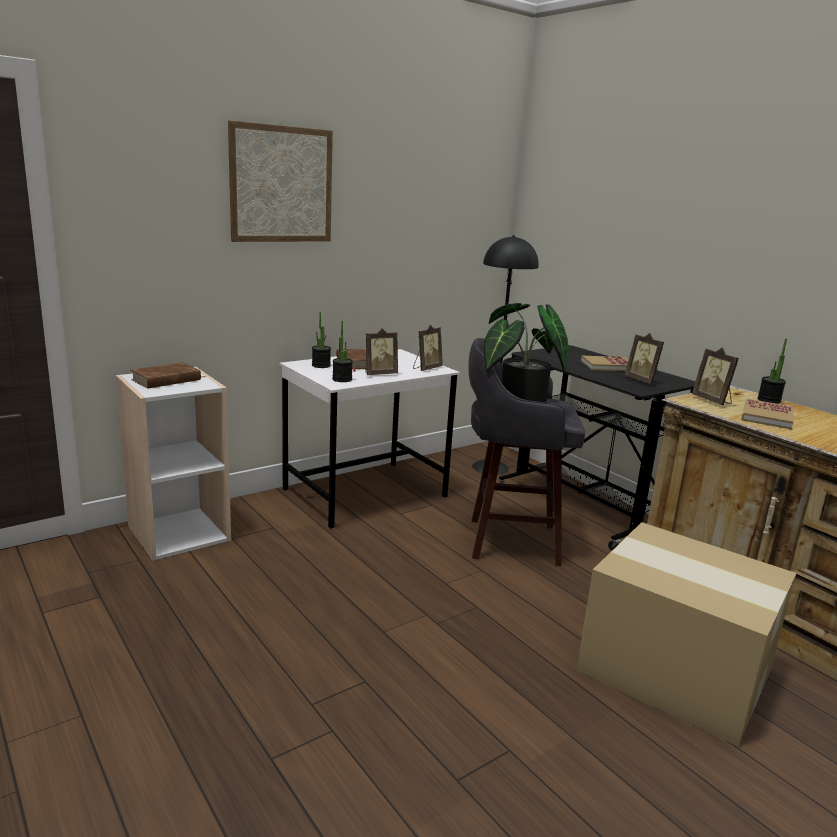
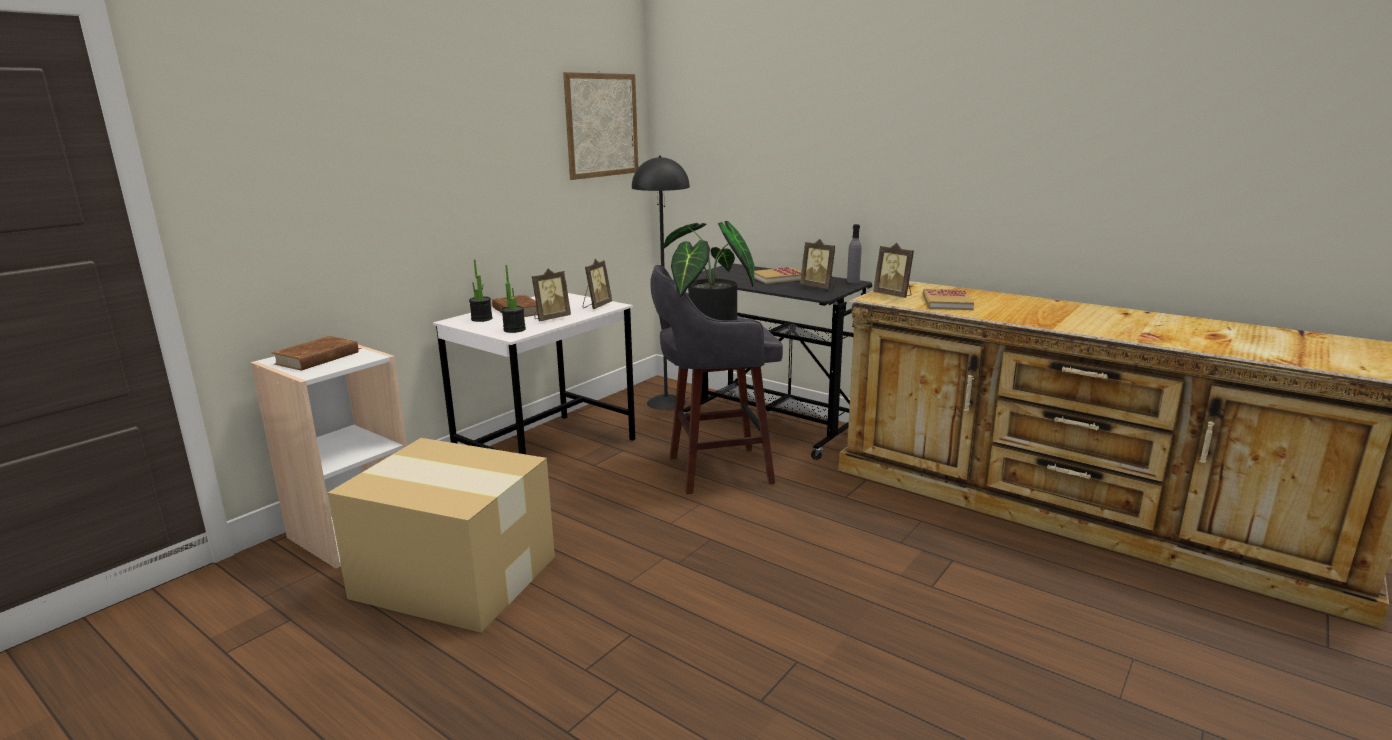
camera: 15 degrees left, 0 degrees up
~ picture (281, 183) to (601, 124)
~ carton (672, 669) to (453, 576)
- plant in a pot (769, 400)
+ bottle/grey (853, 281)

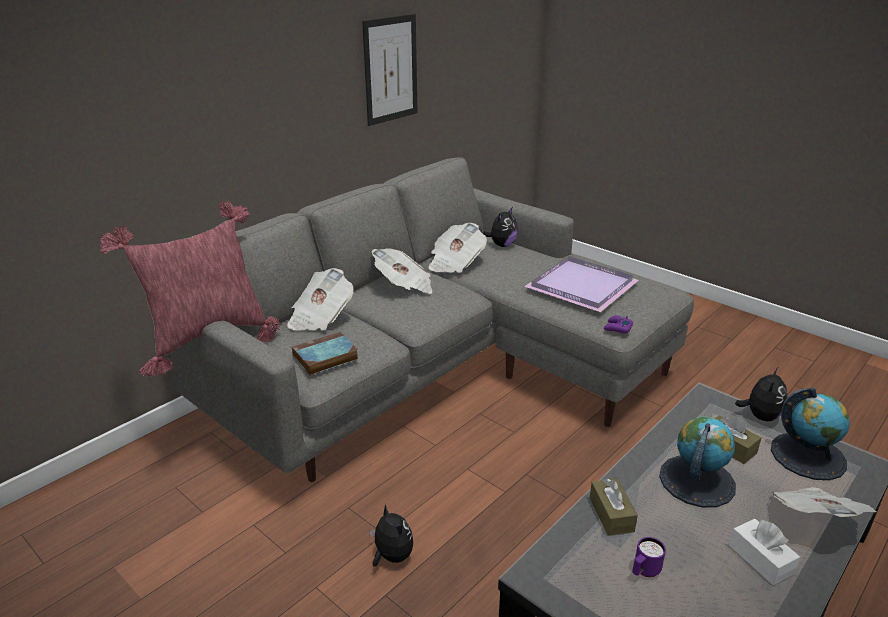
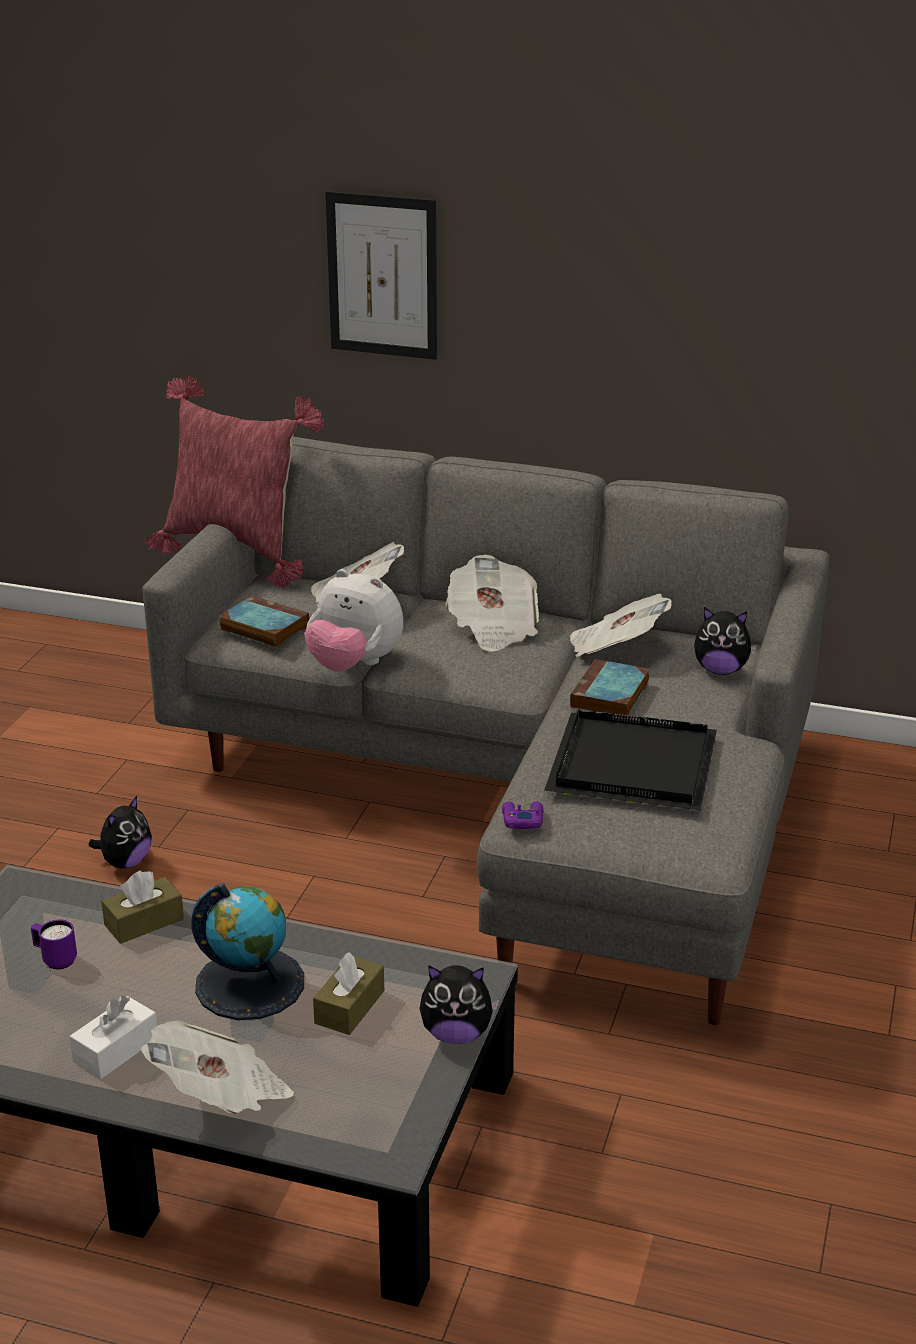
camera: 65 degrees right, 0 degrees up
~ picture (390, 69) to (382, 275)
~ serving tray/purple (582, 288) to serving tray/black (629, 766)
- globe (808, 455)
+ soft toy (354, 665)
+ bound book (610, 696)

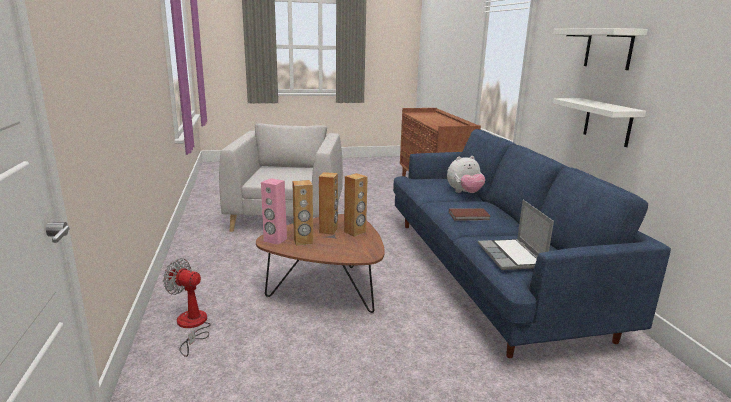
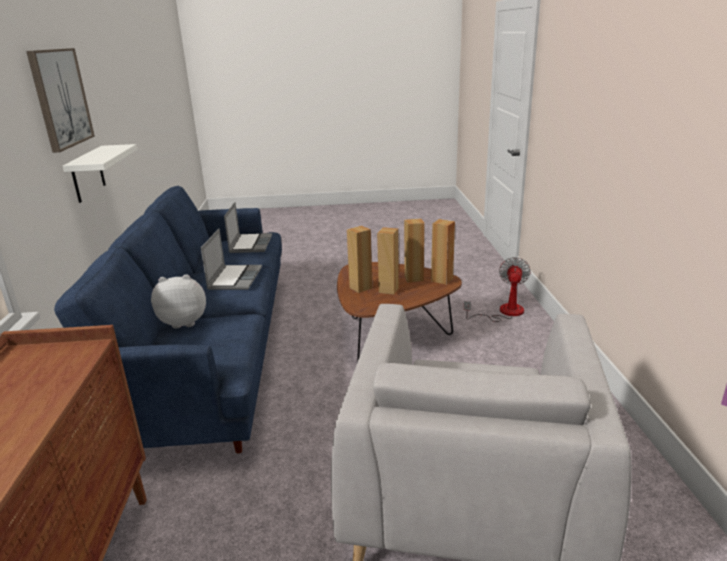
camera: 170 degrees left, 5 degrees up
~ electric fan (192, 326) = (504, 312) 105 degrees counterclockwise
~ audio speaker/pinkish (275, 240) to audio speaker/brownish (442, 280)
~ bound book/brownish (469, 216) to laptop (234, 278)
~ bracket shelf/white-coloured (608, 48) to picture (60, 98)

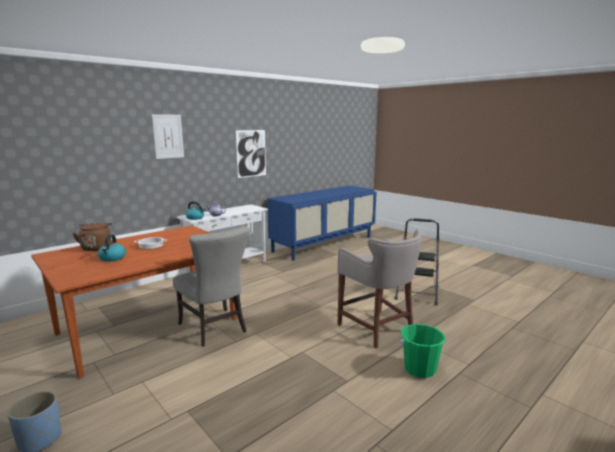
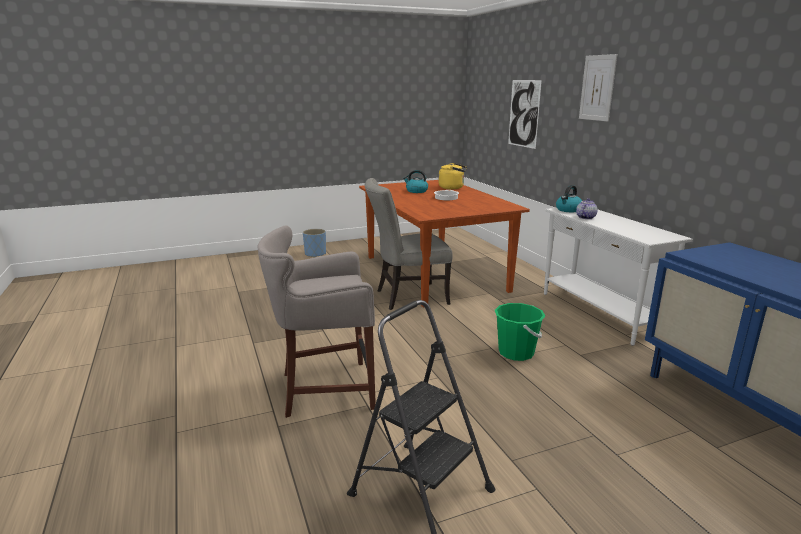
camera: 110 degrees right, 5 degrees up
~ kettle/brownish (96, 247) to kettle/yellowish (453, 188)
~ picture (251, 153) to (524, 113)
~ bucket/greenish (419, 369) to (516, 353)

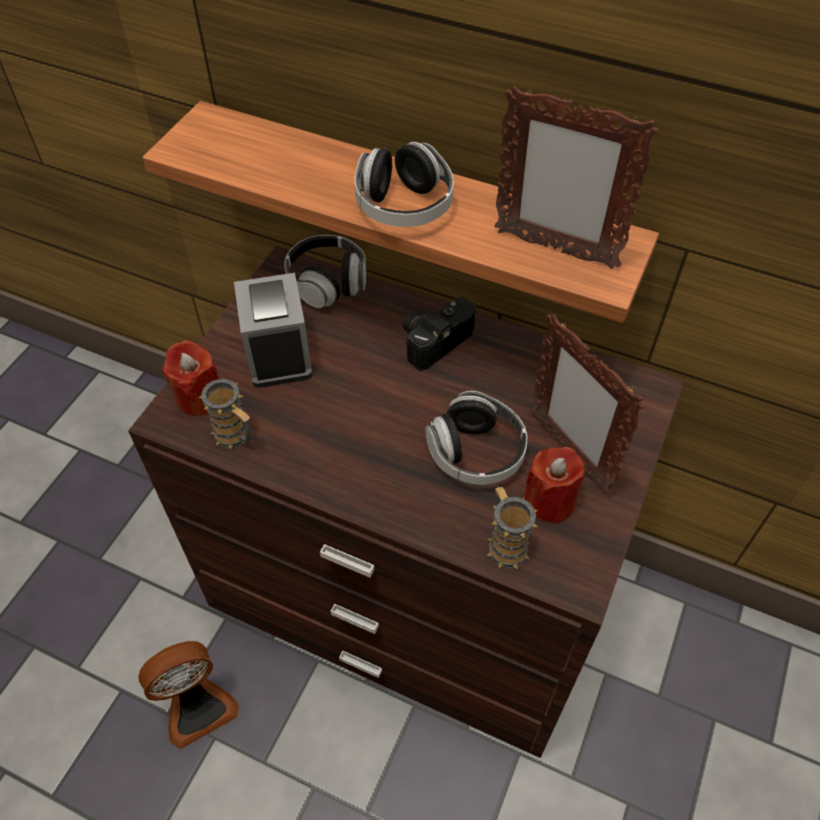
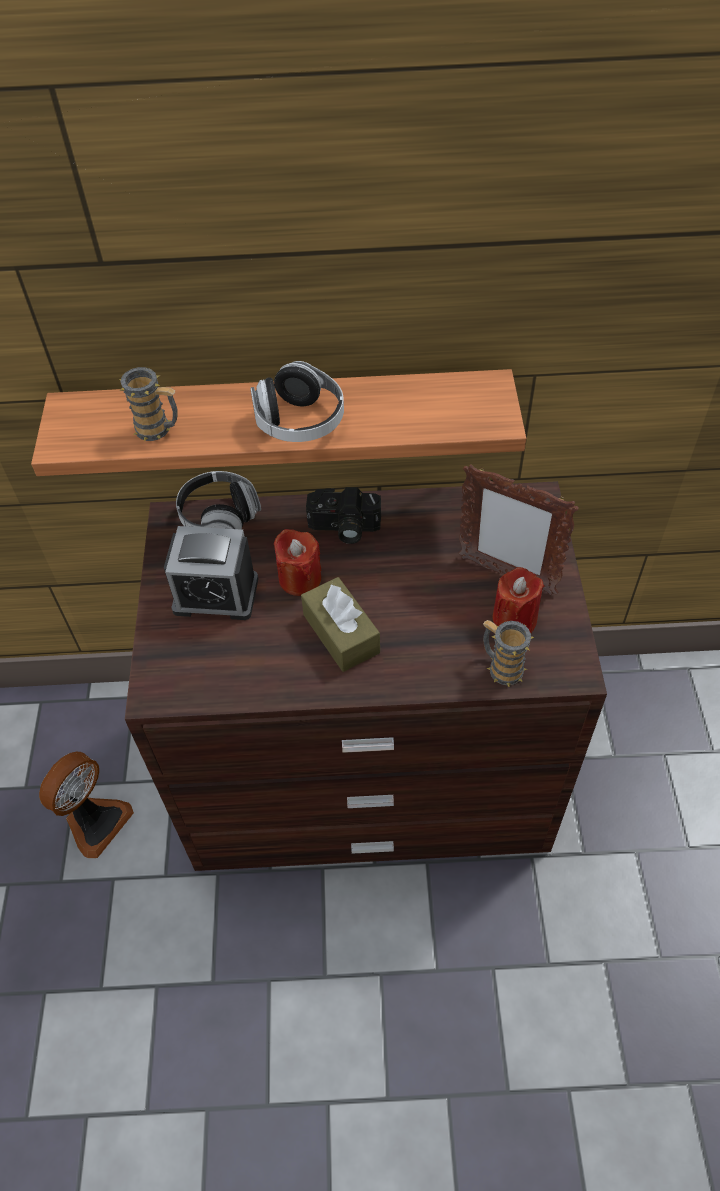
camera: 25 degrees left, 0 degrees up
~ electric fan (197, 706) to (95, 821)
~ wax light/reddish (199, 397) to (300, 579)
~ coffee mug (236, 437) to (158, 430)
~ table clock (278, 352) = (216, 595) 135 degrees clockwise
~ still camera (434, 339) = (343, 528) 105 degrees counterclockwise
- headset (476, 453)
- picture frame (554, 249)
+ tissue holder/brownish (341, 633)

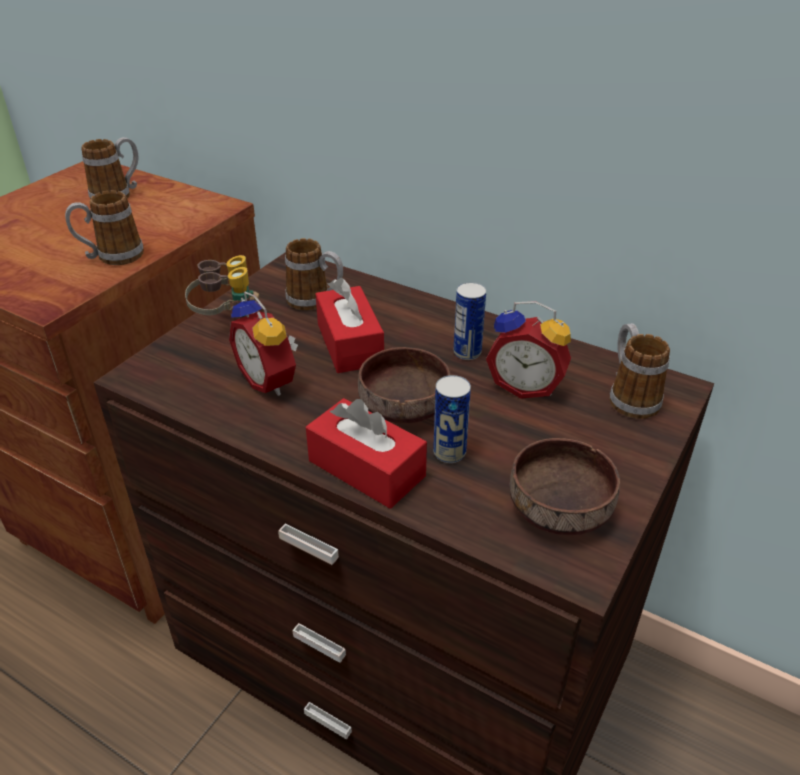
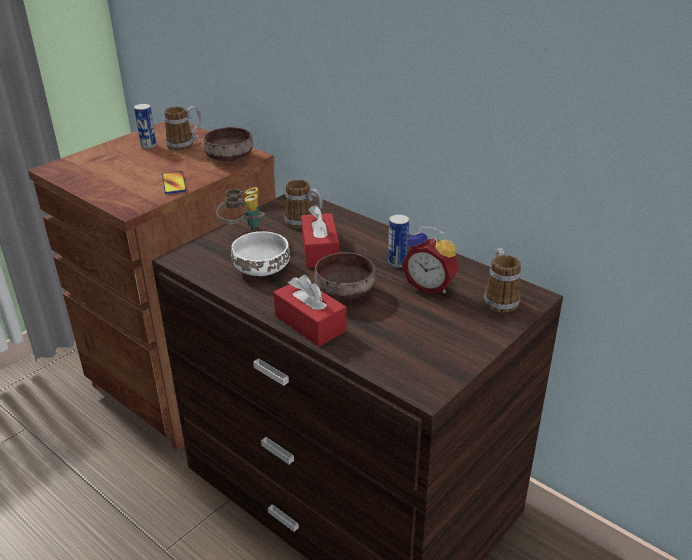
camera: 10 degrees right, 5 degrees down
~ coffee mug (111, 257) to handset (174, 183)
~ table clock (271, 380) to bowl/white-coloured (263, 268)
~ can (449, 453) to (148, 145)
~ bowl/brownish (557, 508) to (228, 157)

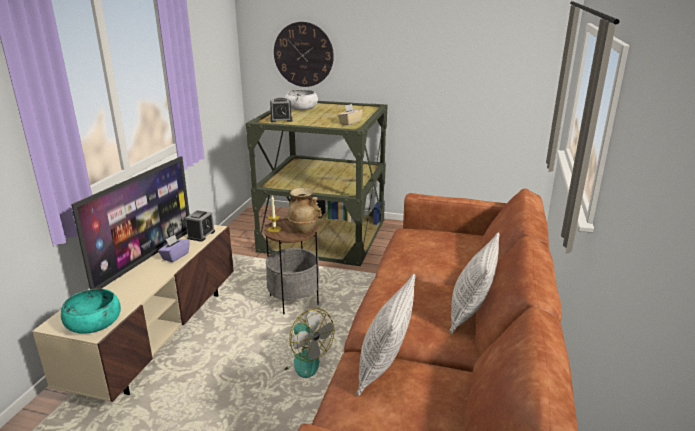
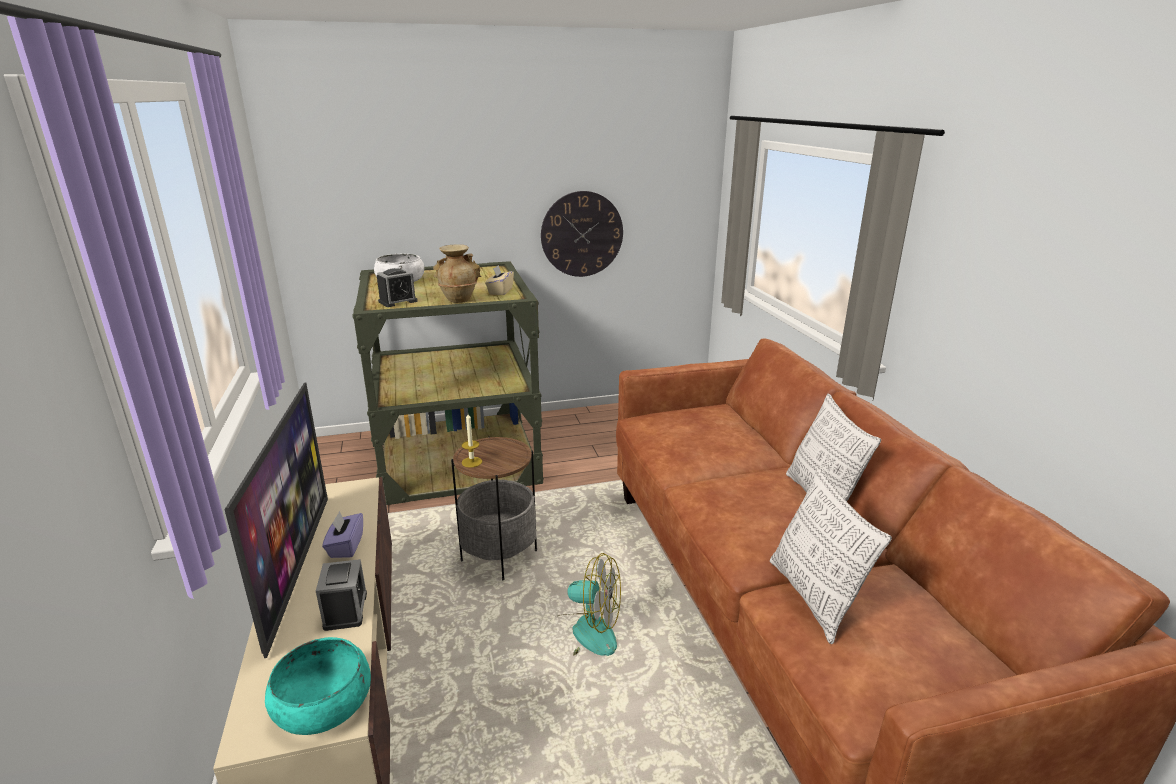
camera: 30 degrees left, 0 degrees up
~ table clock (201, 235) to (345, 610)
~ clock on the wall (303, 54) to (582, 234)
~ decorative vase/sand-coloured (303, 229) to (458, 299)

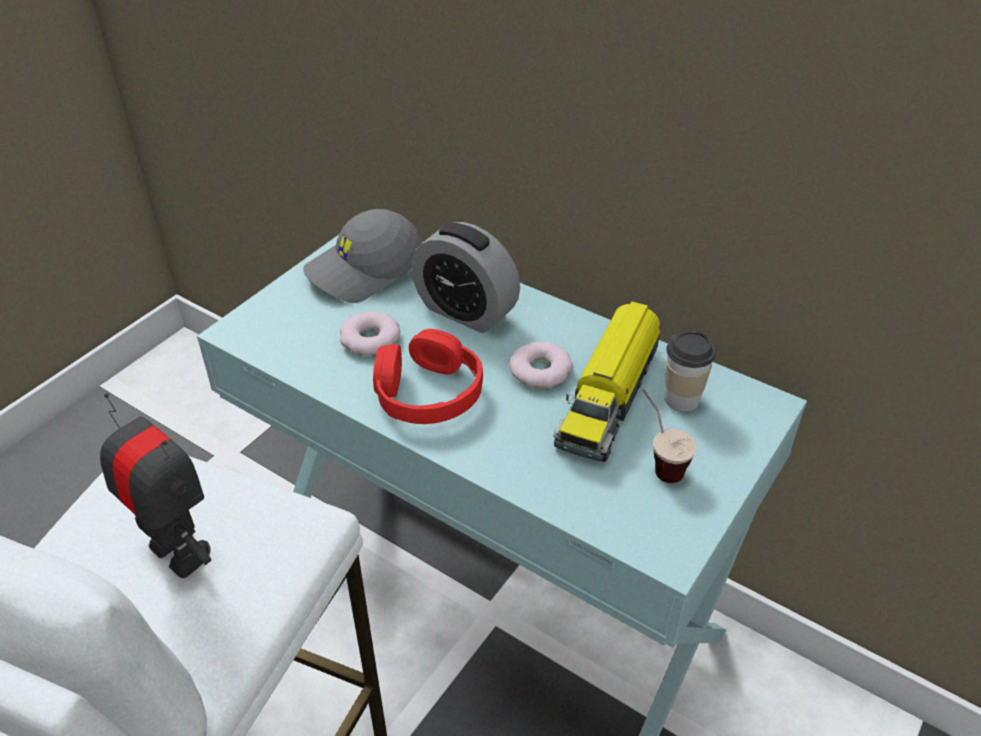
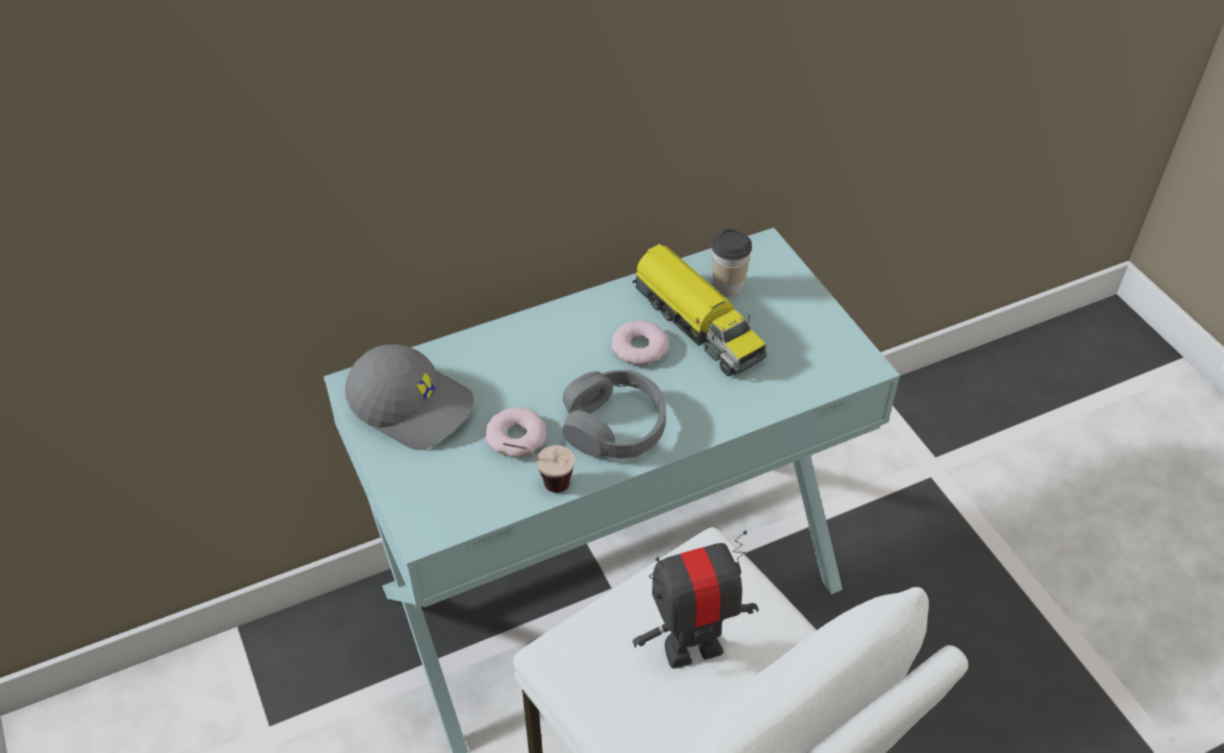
camera: 60 degrees left, 5 degrees up
~ baseball cap/grey (365, 270) = (413, 405) 60 degrees counterclockwise
~ headset/reddish (427, 392) to headset/grey (614, 426)
- table clock (465, 311)
~ cup (658, 461) to (541, 483)

